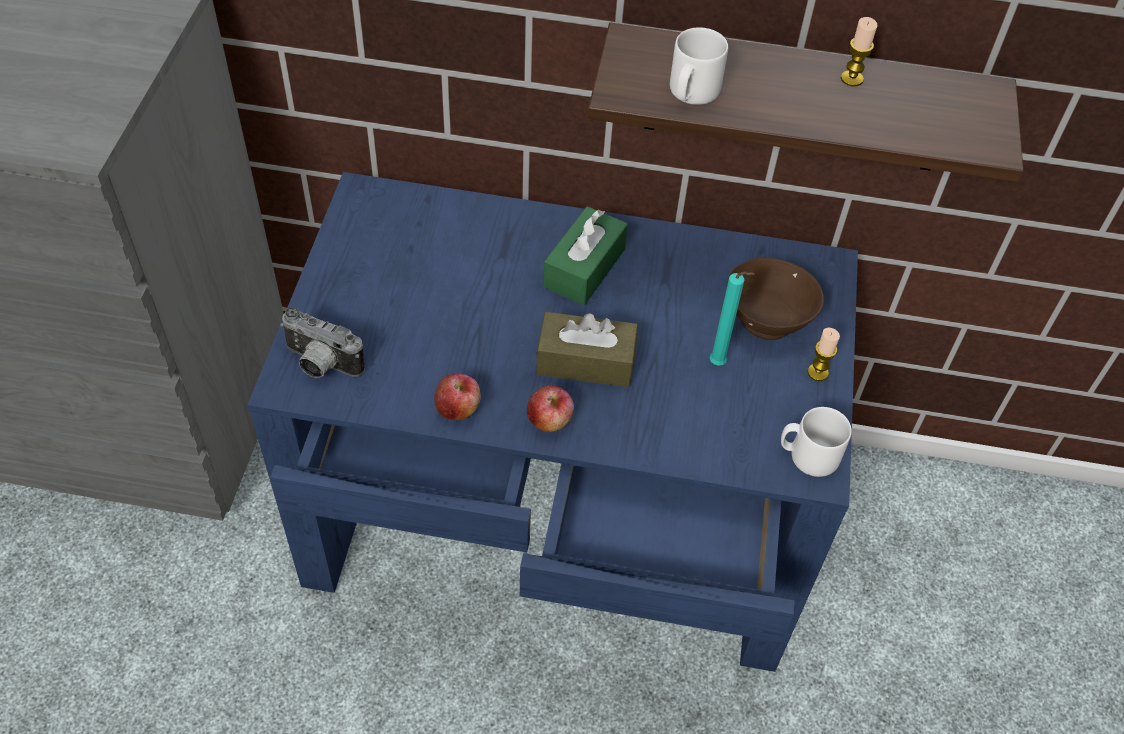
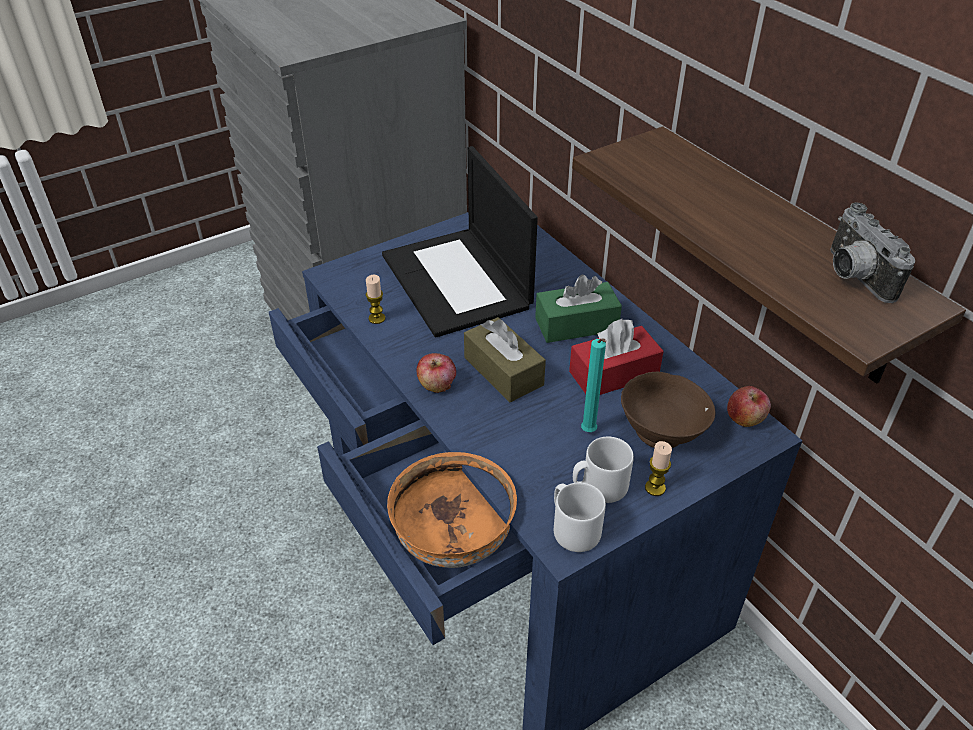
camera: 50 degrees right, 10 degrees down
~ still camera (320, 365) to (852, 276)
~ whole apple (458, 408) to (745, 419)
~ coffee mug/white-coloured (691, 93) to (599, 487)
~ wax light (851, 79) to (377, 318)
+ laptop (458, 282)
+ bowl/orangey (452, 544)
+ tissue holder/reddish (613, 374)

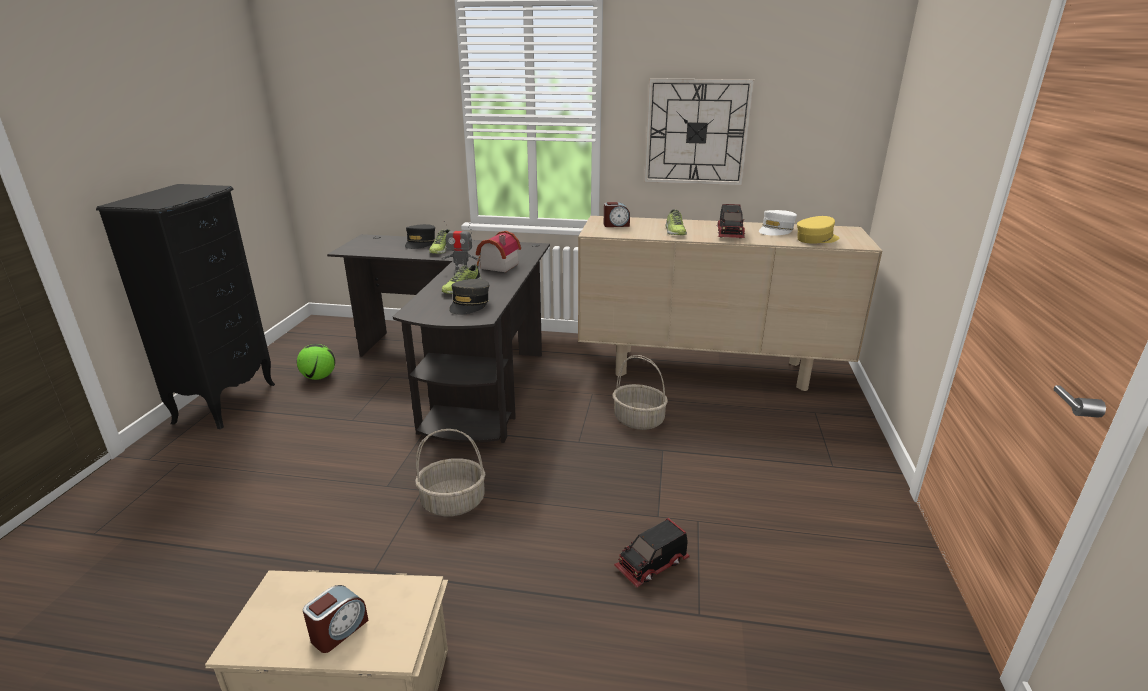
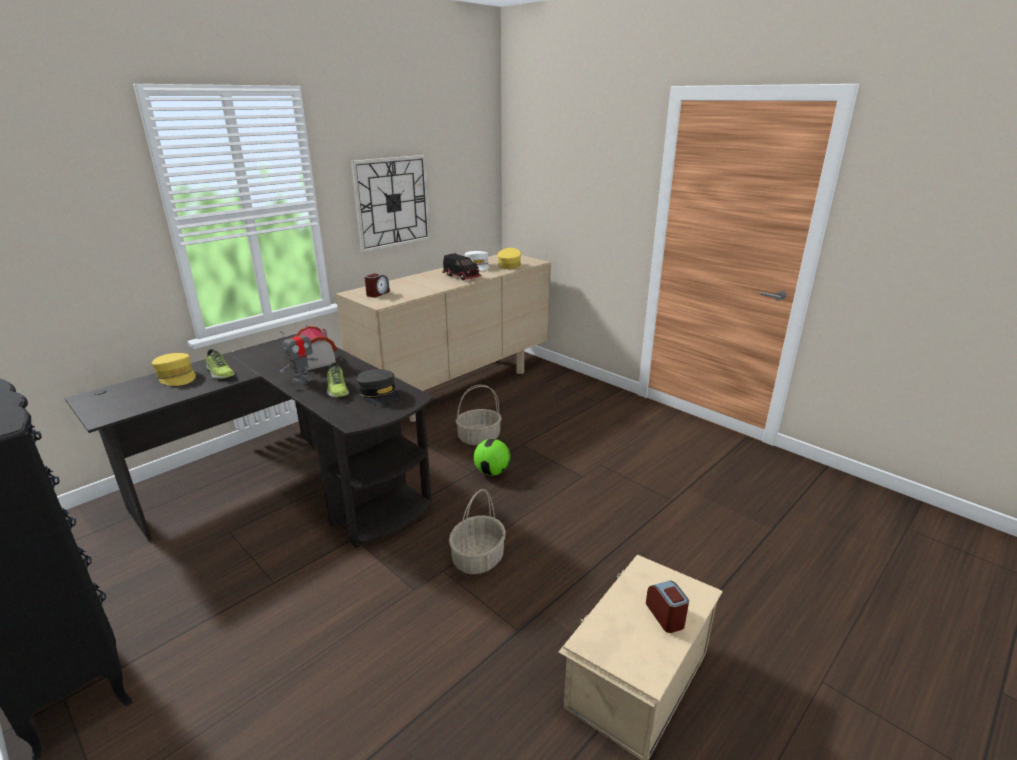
camera: 55 degrees left, 0 degrees up
~ ball for football (319, 377) to (492, 472)
~ baseball cap/black (420, 243) to baseball cap/yellowish (177, 376)
- toy lorry (652, 565)
- shoe (674, 231)

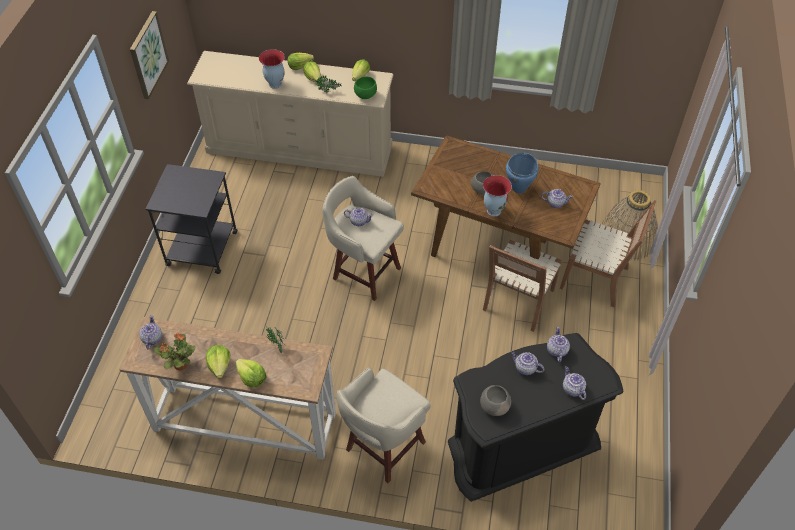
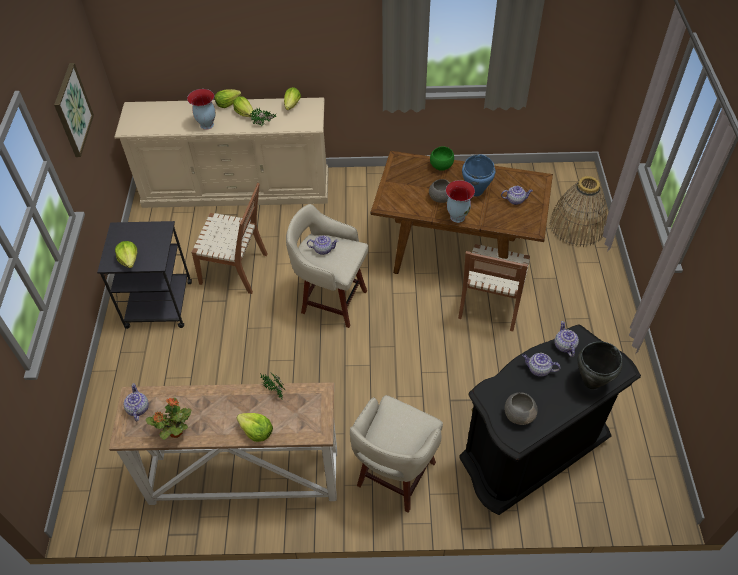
camera: 10 degrees left, 0 degrees up
~ lettuce (220, 365) to (129, 260)
~ bowl/greenish (365, 95) to (440, 166)
~ chair (597, 280) to (237, 270)
~ teapot (572, 389) to saucepot/black (591, 382)

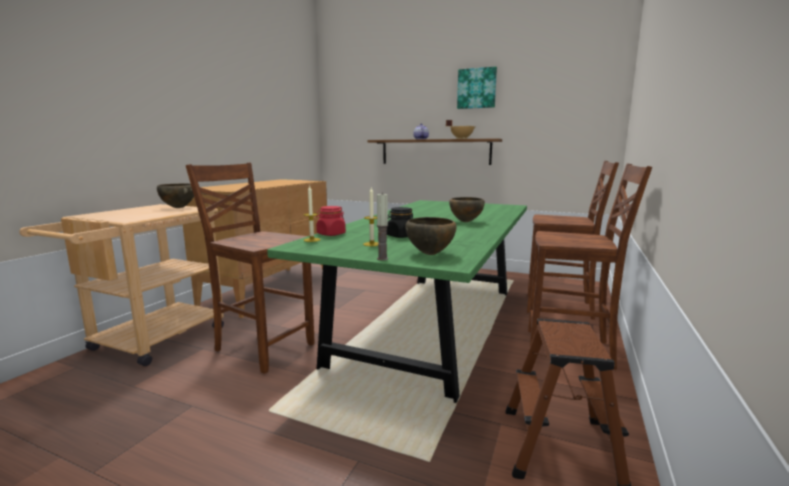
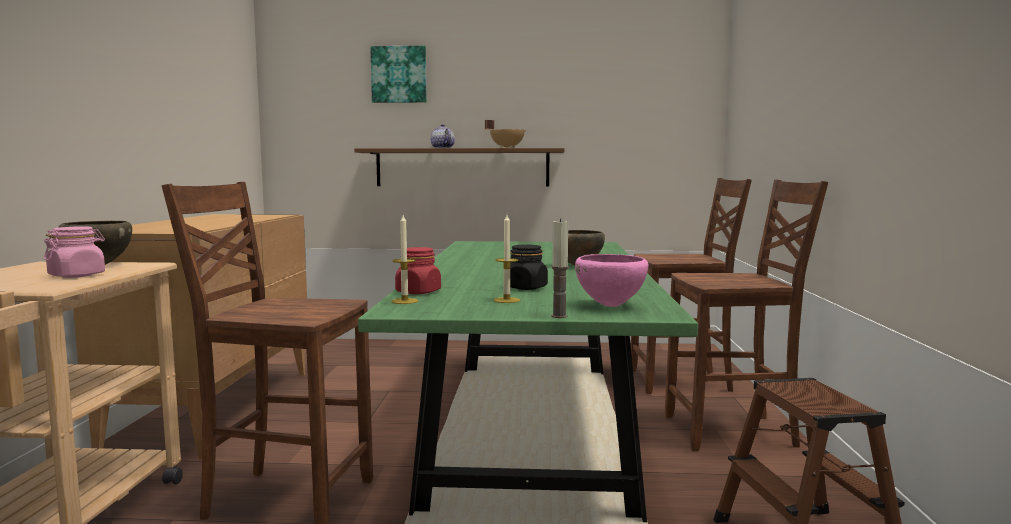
camera: 20 degrees left, 5 degrees down
~ bowl/brownish (430, 254) to bowl/pinkish (611, 306)
~ picture (476, 88) to (399, 75)
+ jar/pinkish (77, 275)

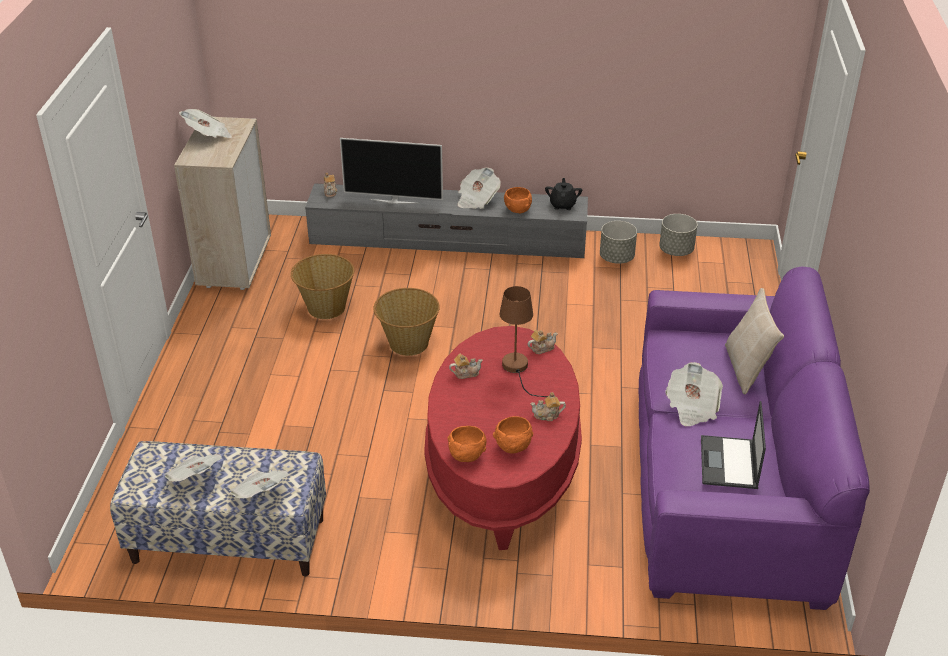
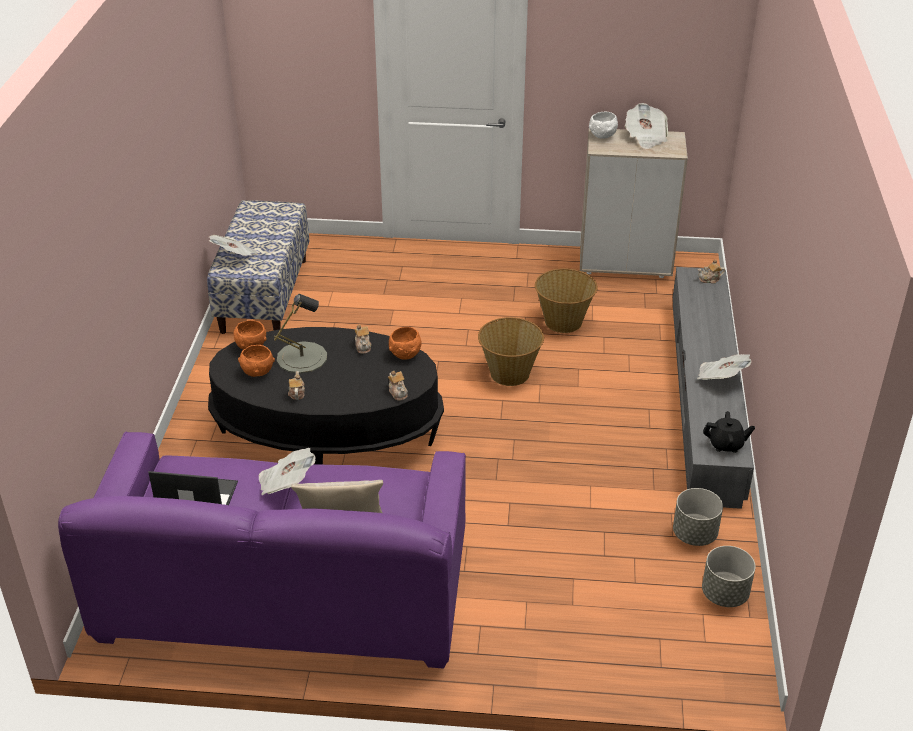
camera: 90 degrees right, 0 degrees up
- daily paper (195, 478)
- television (394, 201)
~ low table/reddish (502, 466) to low table/black (328, 433)
- tabletop lamp/brownish (518, 369)
~ bowl/orangey (517, 210) to (405, 354)
+ tabletop lamp/grey (302, 357)
+ bowl/white-coloured (603, 136)

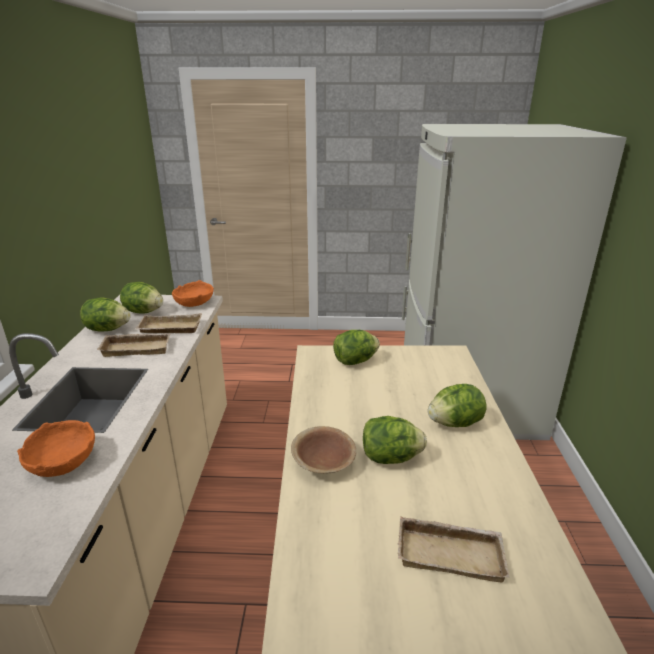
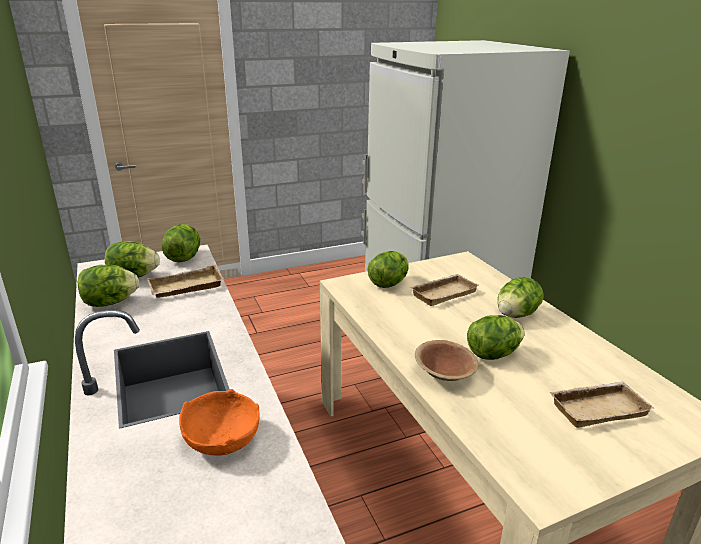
camera: 25 degrees left, 0 degrees up
~ serving tray/sand-coloured (138, 348) to (443, 292)
~ bowl/orangey (193, 303) to lettuce (184, 257)

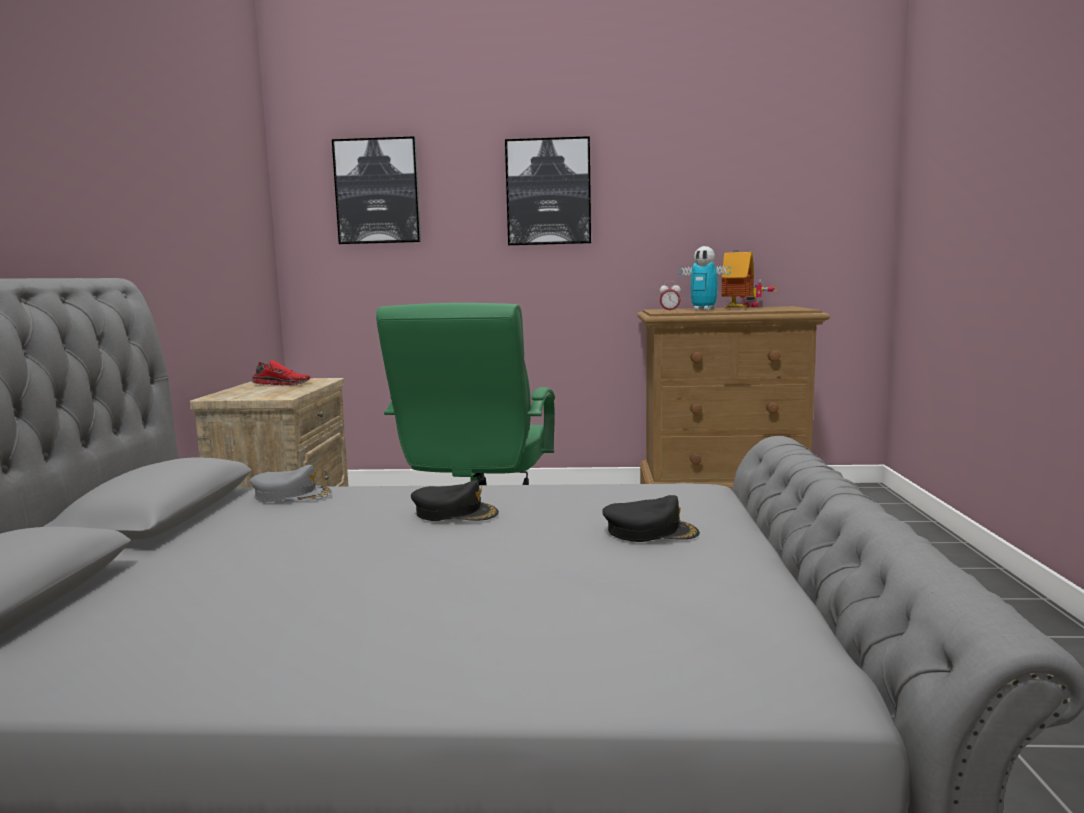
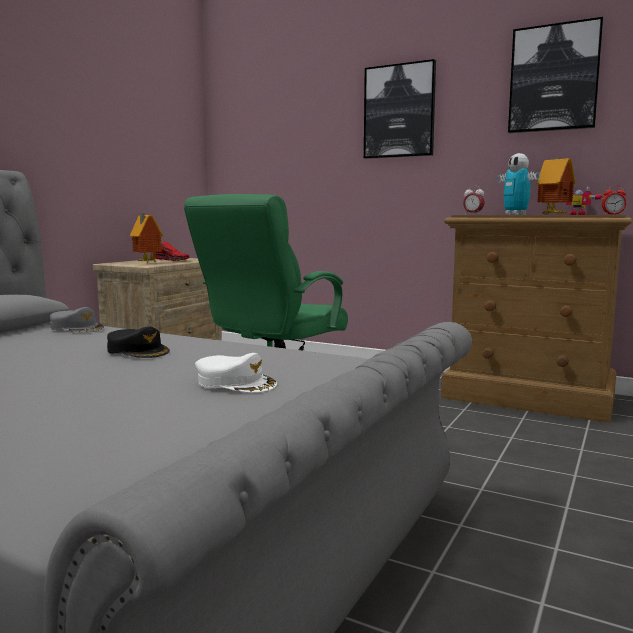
camera: 25 degrees right, 0 degrees up
~ picture (377, 191) to (554, 78)
~ baseball cap/black (650, 531) to baseball cap/white-coloured (236, 383)
+ miniature house (146, 262)
+ table clock (612, 214)

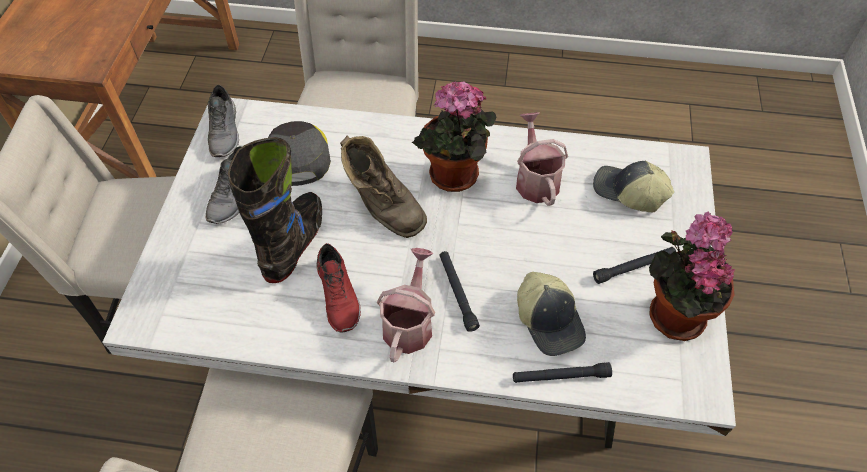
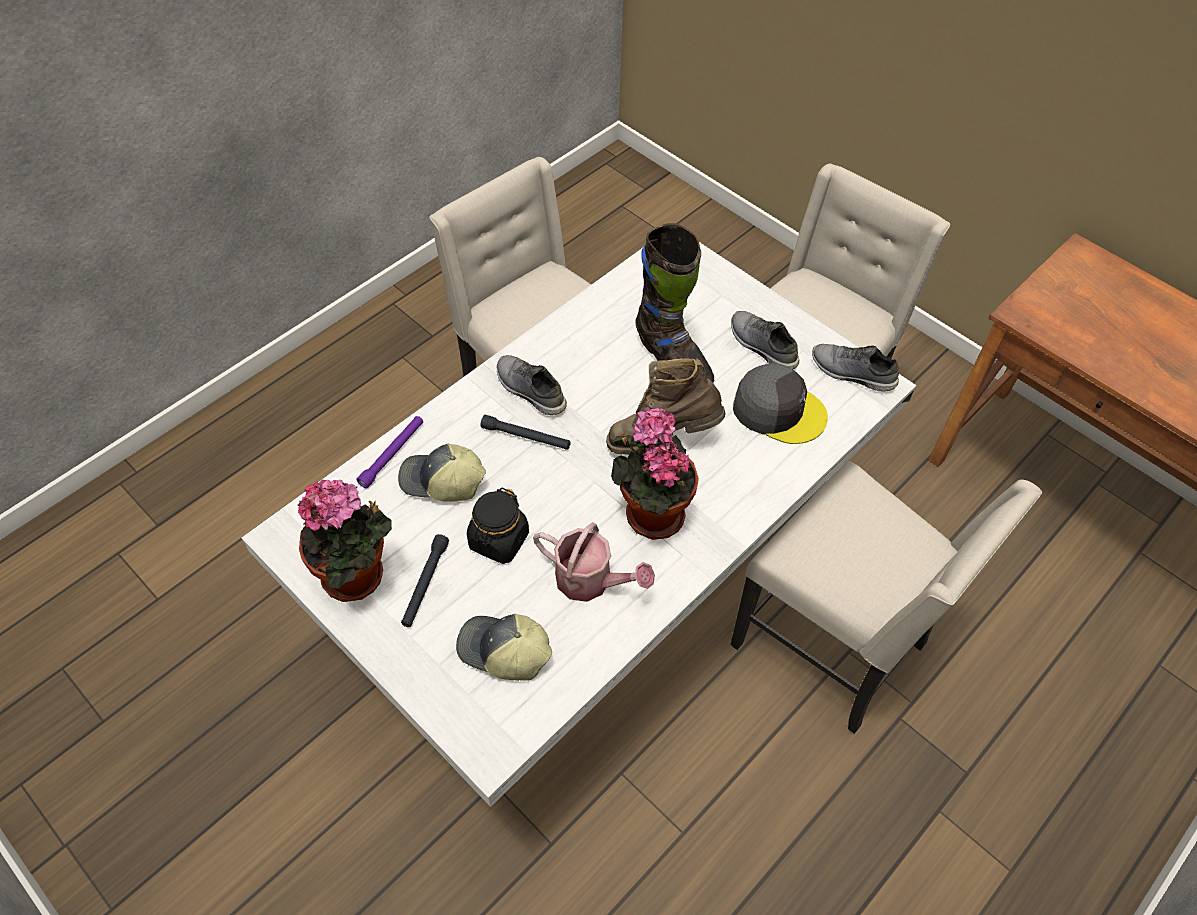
camera: 125 degrees right, 0 degrees up
- shoe/reddish (339, 295)
~ sprinkling can (409, 322) to shoe/grey (529, 391)
~ hand torch/black (560, 376) to hand torch/purple (392, 454)
~ baseball cap (628, 192) = (503, 652) 135 degrees counterclockwise
+ jar/black (498, 540)

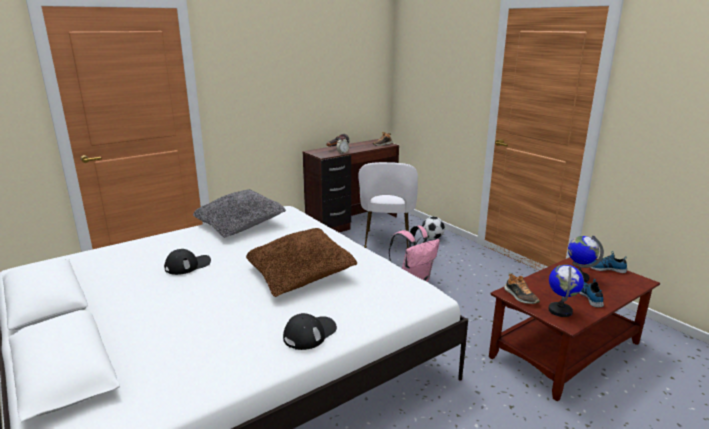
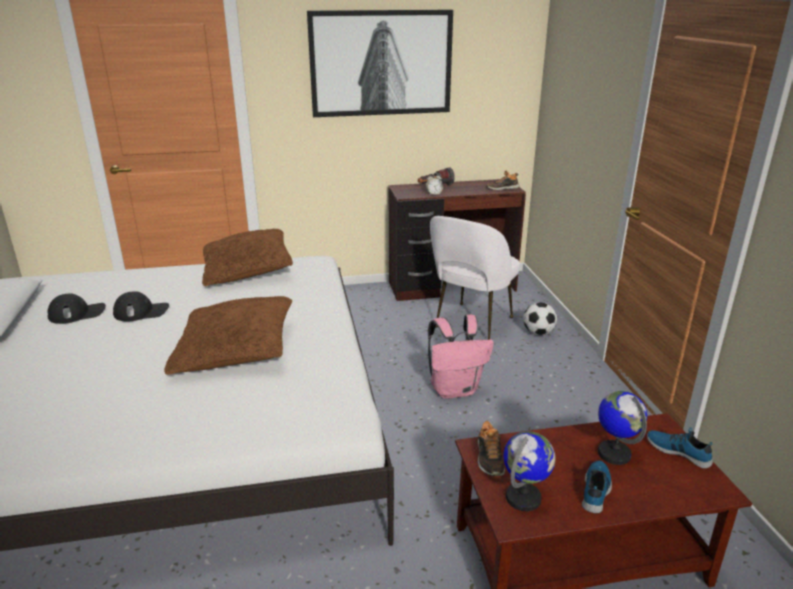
camera: 25 degrees right, 5 degrees up
~ pillow/grey (239, 224) to pillow/brownish (247, 270)
~ baseball cap/black (310, 333) to (77, 313)
+ picture (381, 63)

